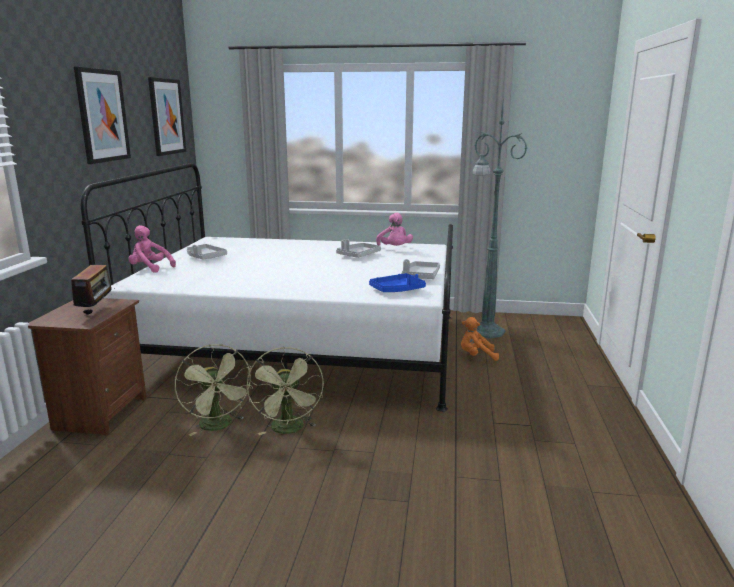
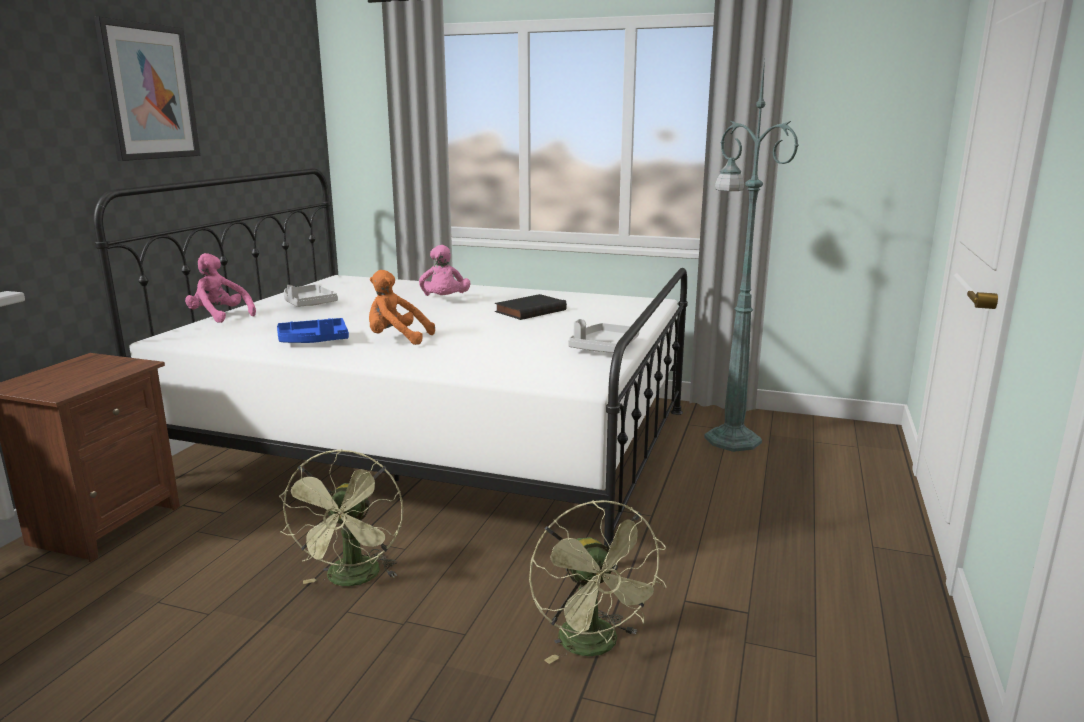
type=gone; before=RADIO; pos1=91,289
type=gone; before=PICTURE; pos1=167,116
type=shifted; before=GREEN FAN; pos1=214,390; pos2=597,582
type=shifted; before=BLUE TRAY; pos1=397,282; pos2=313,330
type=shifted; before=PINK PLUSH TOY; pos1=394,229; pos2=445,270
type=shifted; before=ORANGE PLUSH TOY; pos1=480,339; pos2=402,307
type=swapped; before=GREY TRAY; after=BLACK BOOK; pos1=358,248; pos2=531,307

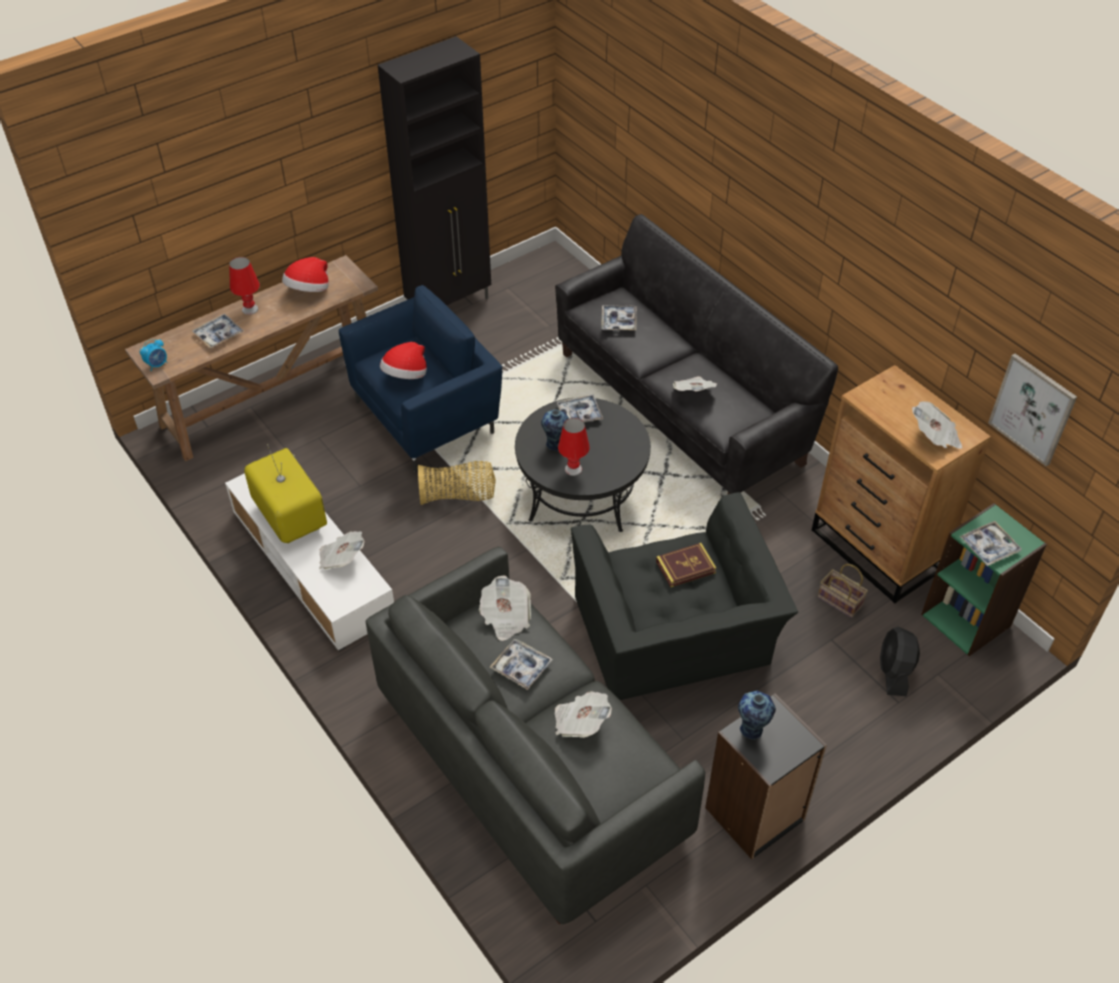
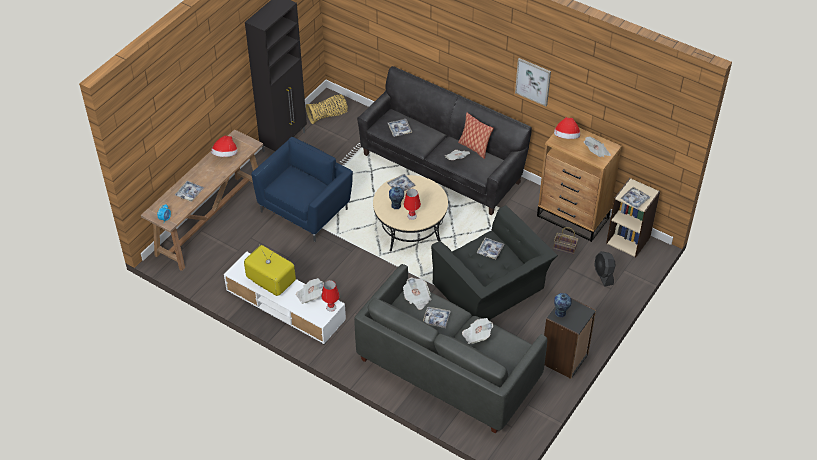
type=new; after=PILLOW; pos2=476,135
type=shifted; before=RED TABLE LAMP; pos1=244,286; pos2=330,296
type=shifted; before=HAT; pos1=403,360; pos2=567,128
type=shifted; before=BASKET; pos1=457,483; pos2=327,109
type=shifted; before=PICTURE; pos1=1032,410; pos2=533,82
type=swapped; before=BOOK; after=TRAY; pos1=686,565; pos2=491,248
type=repainted; before=BLACK COFFEE TABLE; after=BEIGE COFFEE TABLE; pos1=583,465; pos2=410,213
type=repainted; before=GREEN BOOKCASE; after=BEIGE BOOKCASE; pos1=984,579; pos2=633,217

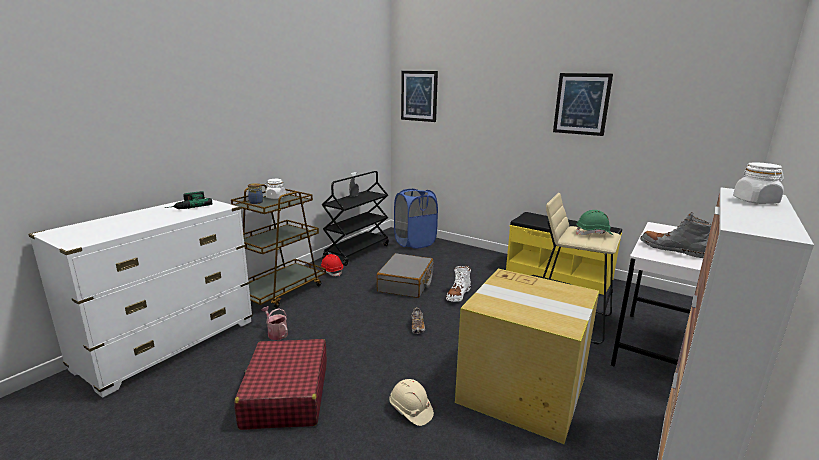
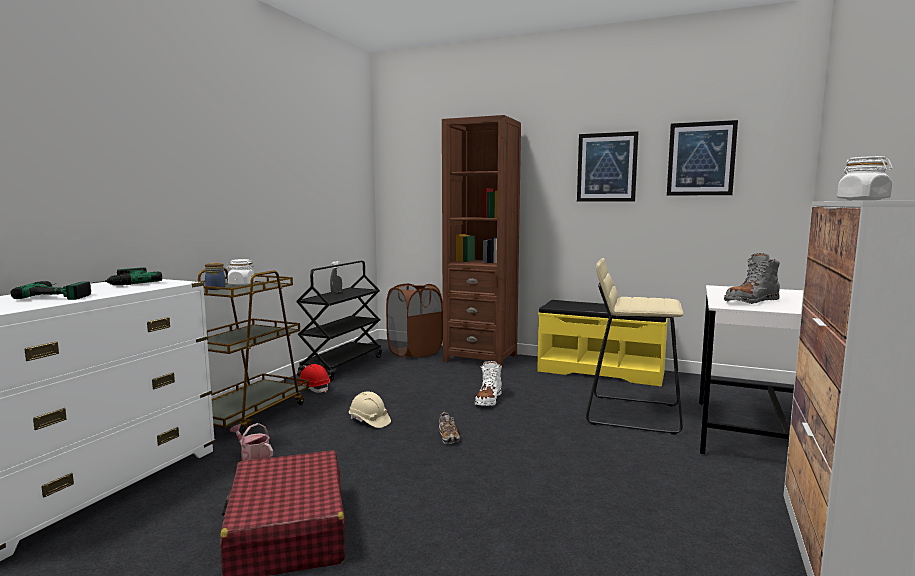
type=gone; before=GREY SUITCASE; pos1=405,275
type=gone; before=CARDBOARD BOX; pos1=527,356
type=gone; before=GREEN HARD HAT; pos1=594,222
type=new; after=POWER DRILL; pos2=51,290
type=new; after=BROWN BOOKCASE; pos2=481,241
type=shifted; before=BEIGE HARD HAT; pos1=411,402; pos2=370,409
type=shifted; before=PICTURE; pos1=419,96; pos2=702,158
type=repainted; before=BLUE LAUNDRY BASKET; after=BROWN LAUNDRY BASKET; pos1=416,218; pos2=414,320
type=rotated; before=GREY BOOT; pos1=676,235; pos2=752,278; turn=-60

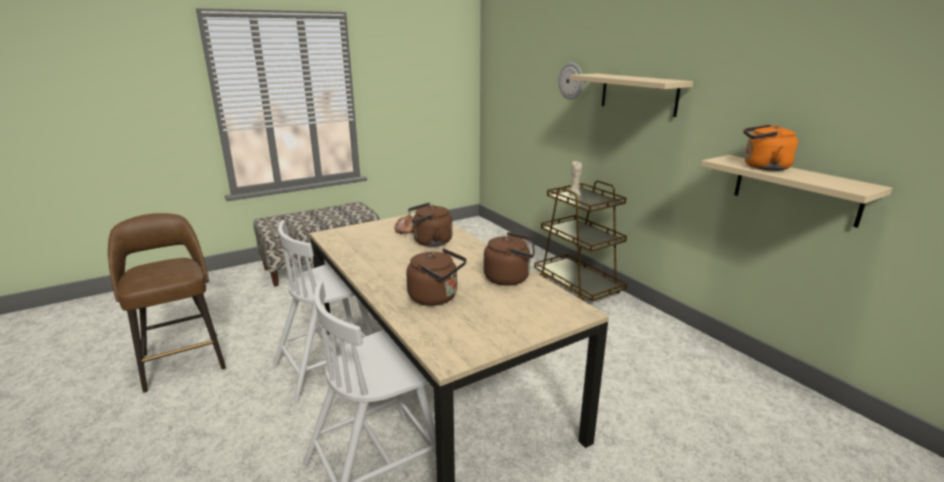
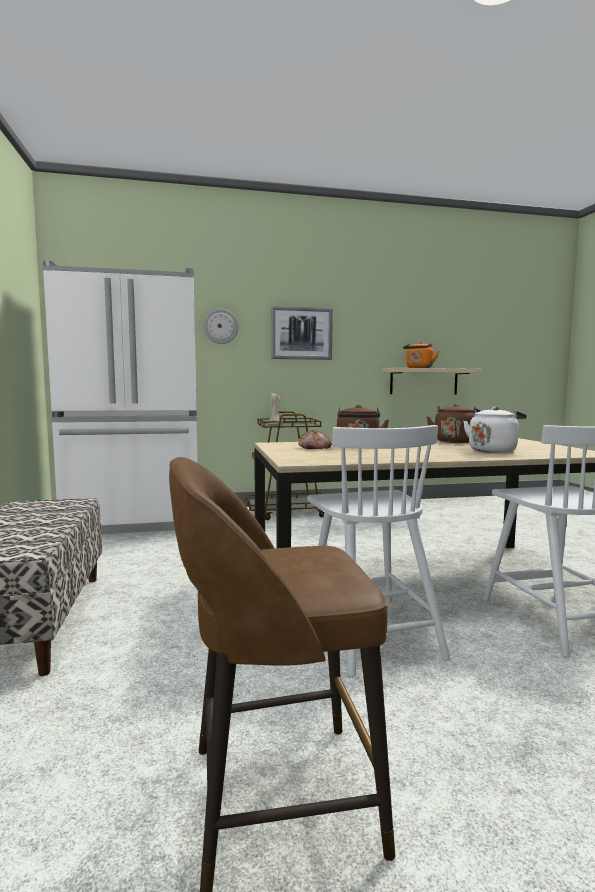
type=new; after=WHITE FRIDGE; pos2=120,397
type=swapped; before=BEIGE SHELF; after=PICTURE; pos1=631,95; pos2=302,333
type=repainted; before=BROWN KETTLE; after=WHITE KETTLE; pos1=436,277; pos2=495,430

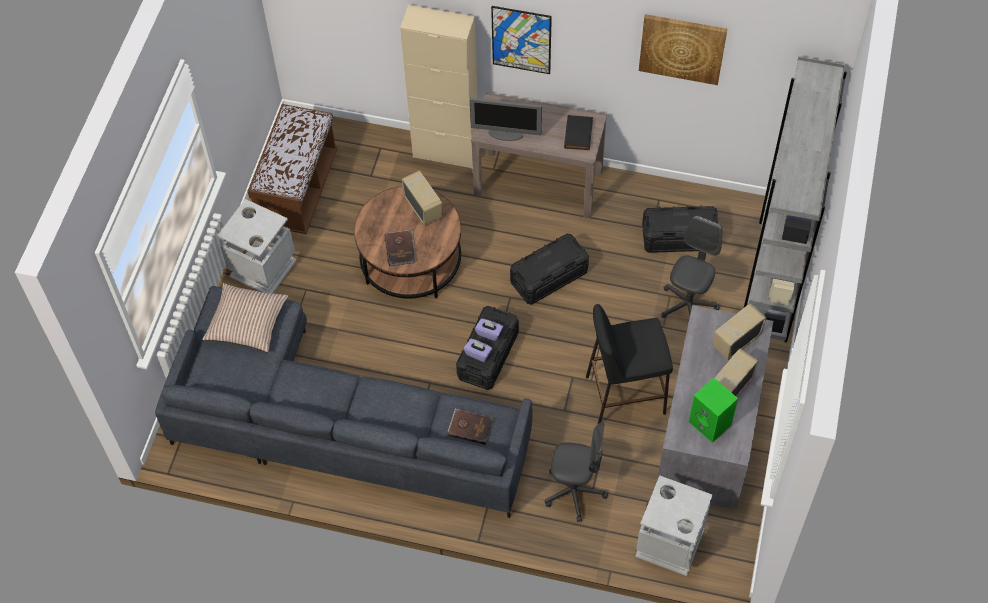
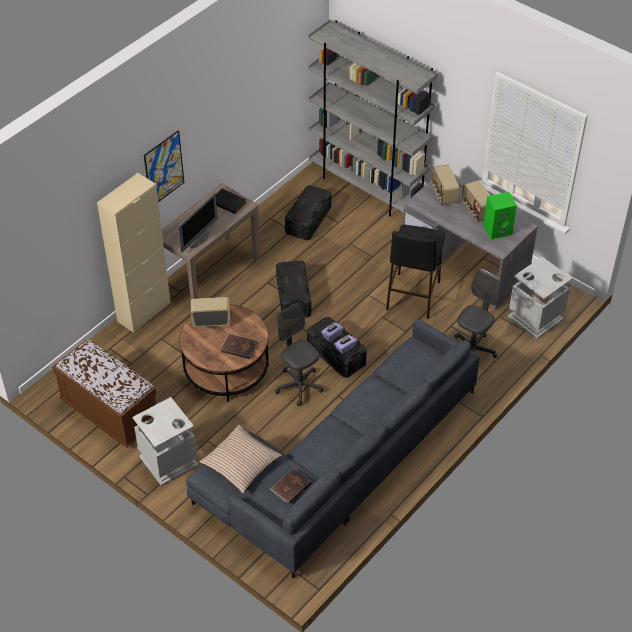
type=gone; before=PICTURE; pos1=683,49
type=shifted; before=BROWN BOOK; pos1=471,427; pos2=291,486
type=shifted; before=GREY OFFICE CHAIR; pos1=691,266; pos2=299,354

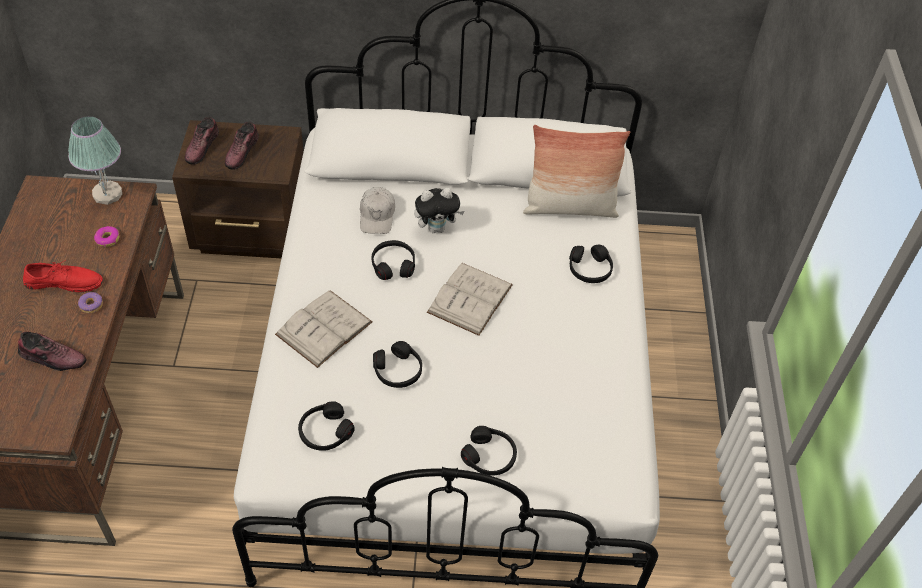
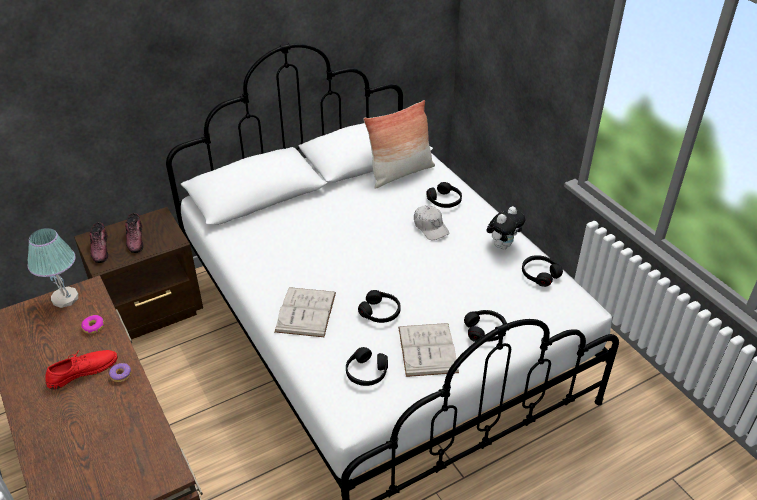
type=gone; before=SHOE; pos1=52,351
type=shifted; before=WHITE CAP; pos1=377,210; pos2=432,222
type=shifted; before=BLACK HEADPHONES; pos1=393,260; pos2=542,271
type=shifted; before=PLUSH TOY; pos1=439,210; pos2=505,228
type=shifted; before=WHITE BOOK; pos1=470,299; pos2=428,350

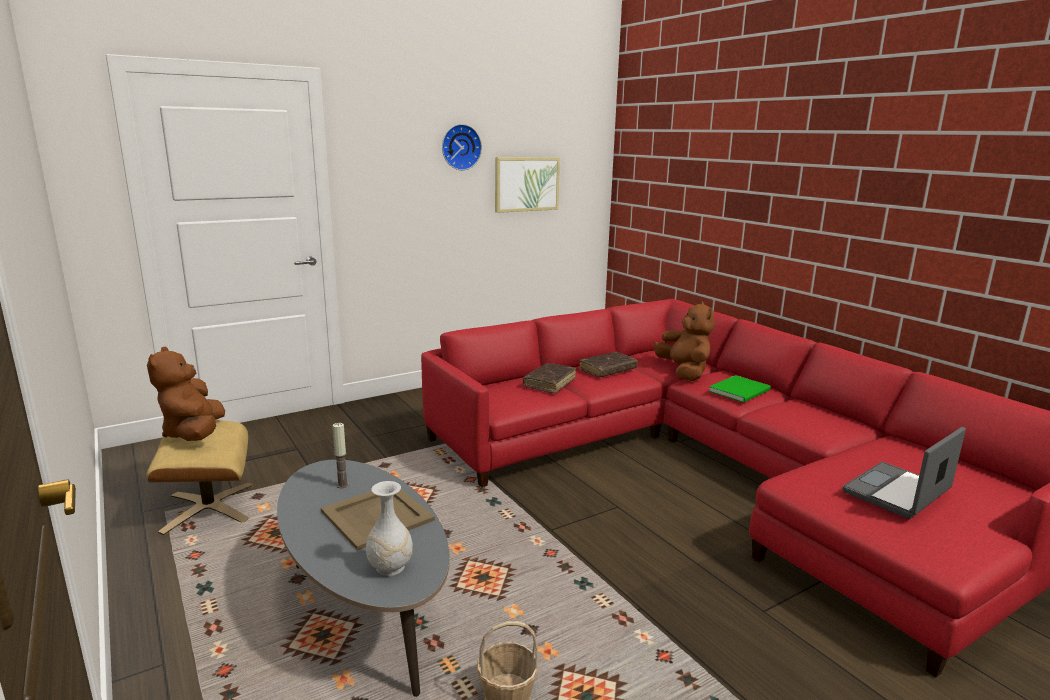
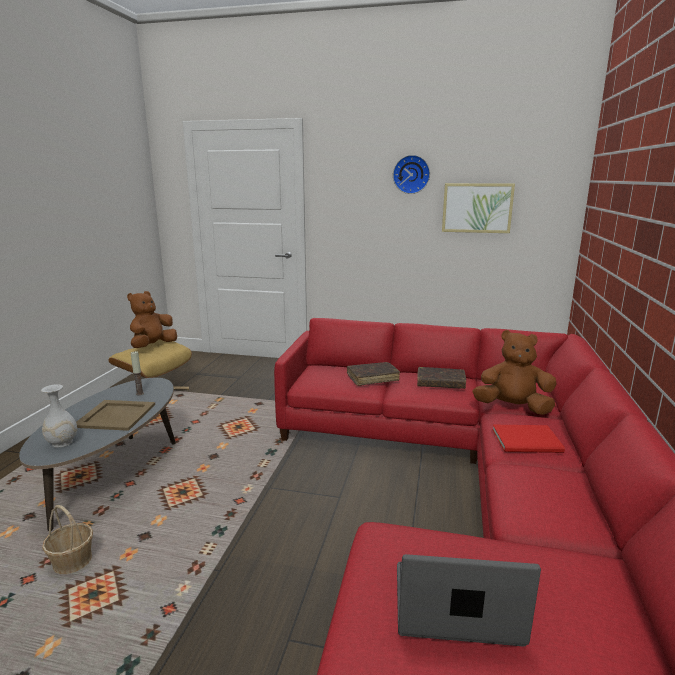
type=repainted; before=GREEN BOOK; after=RED BOOK; pos1=740,388; pos2=528,439
type=rotated; before=BROWN PLUSH TOY; pos1=684,341; pos2=514,372; turn=-105

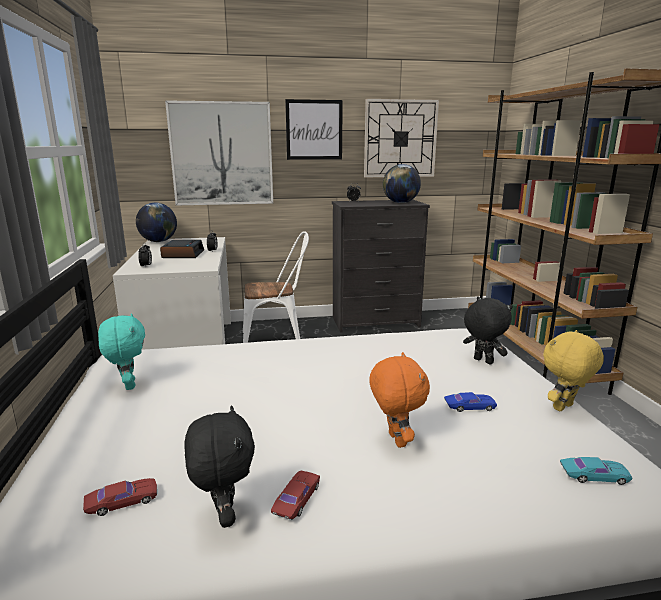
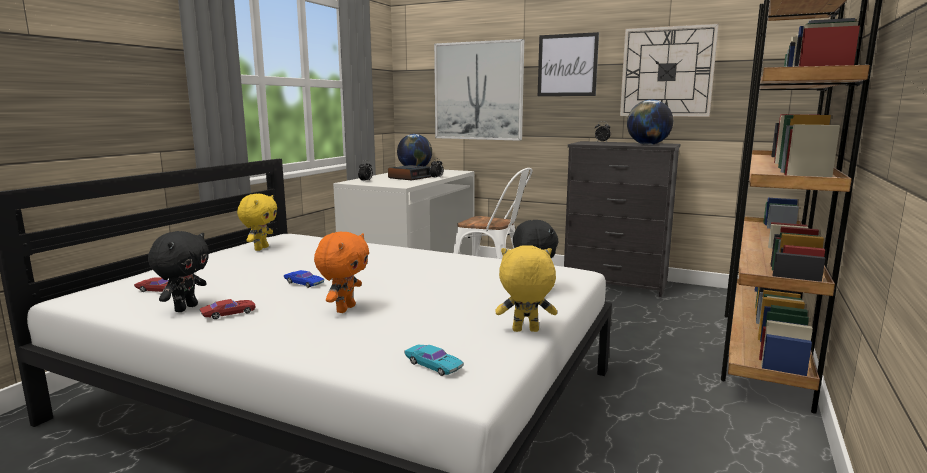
type=shifted; before=BLUE TOY CAR; pos1=470,402; pos2=304,279
type=repainted; before=TURQUOISE PLUSH TOY; after=YELLOW PLUSH TOY; pos1=121,351; pos2=257,222

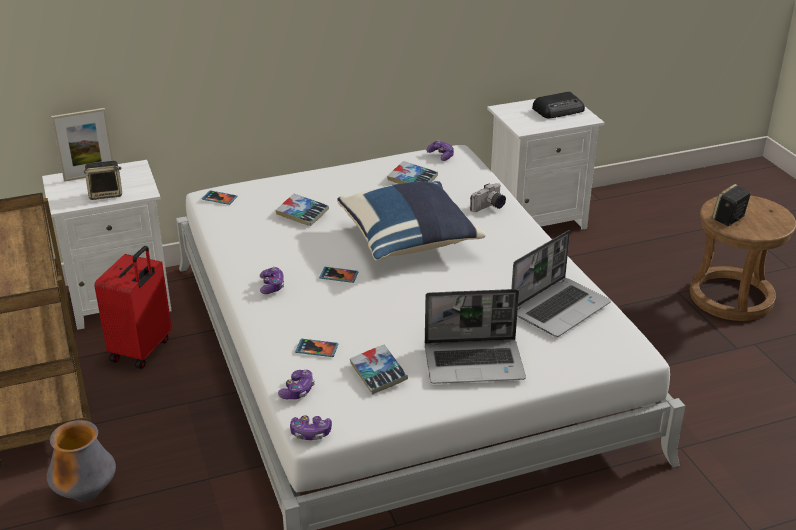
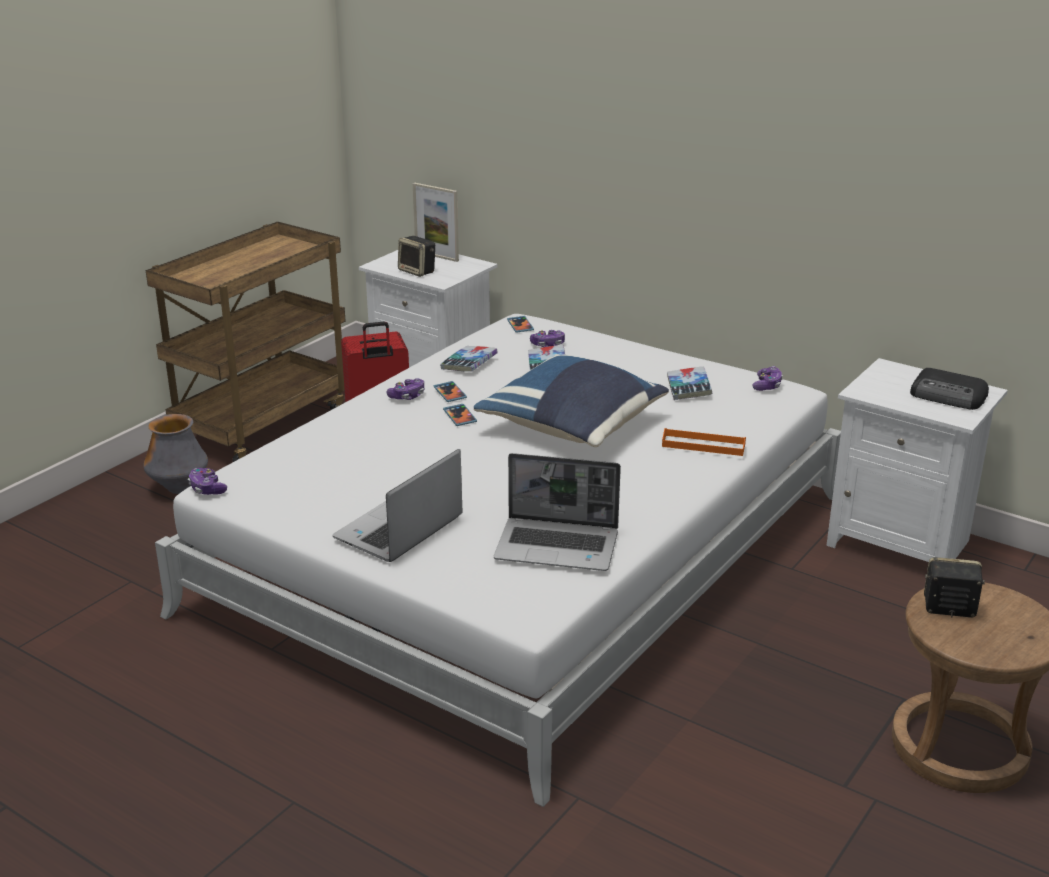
type=shifted; before=GAME CONTROLLER; pos1=296,384; pos2=547,338
type=shifted; before=PHONE; pos1=316,348; pos2=450,391
type=shifted; before=BOOK; pos1=379,369; pos2=469,359
type=swapped; before=PHOTO CAMERA; after=ORANGE TRAY; pos1=488,197; pos2=704,442
type=rotated; before=LAPTOP; pos1=475,336; pos2=397,505; turn=75

